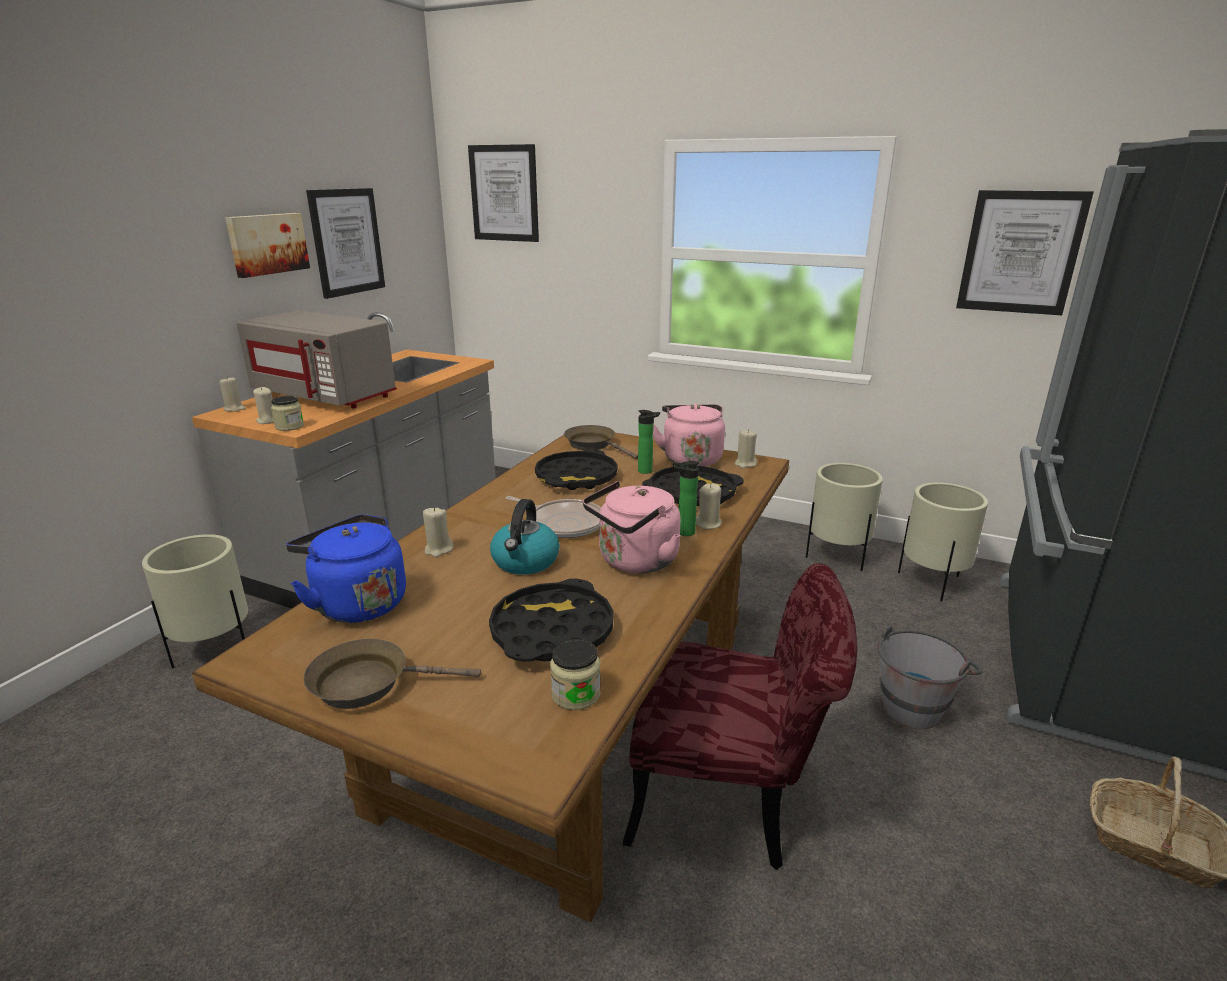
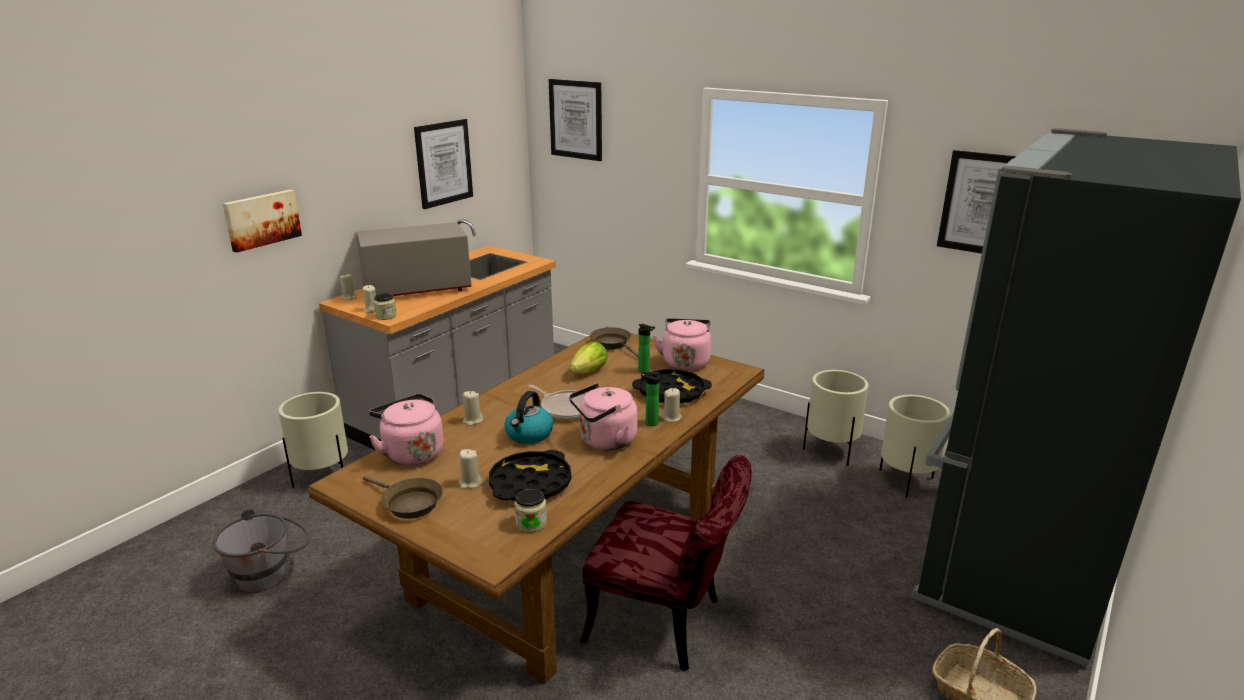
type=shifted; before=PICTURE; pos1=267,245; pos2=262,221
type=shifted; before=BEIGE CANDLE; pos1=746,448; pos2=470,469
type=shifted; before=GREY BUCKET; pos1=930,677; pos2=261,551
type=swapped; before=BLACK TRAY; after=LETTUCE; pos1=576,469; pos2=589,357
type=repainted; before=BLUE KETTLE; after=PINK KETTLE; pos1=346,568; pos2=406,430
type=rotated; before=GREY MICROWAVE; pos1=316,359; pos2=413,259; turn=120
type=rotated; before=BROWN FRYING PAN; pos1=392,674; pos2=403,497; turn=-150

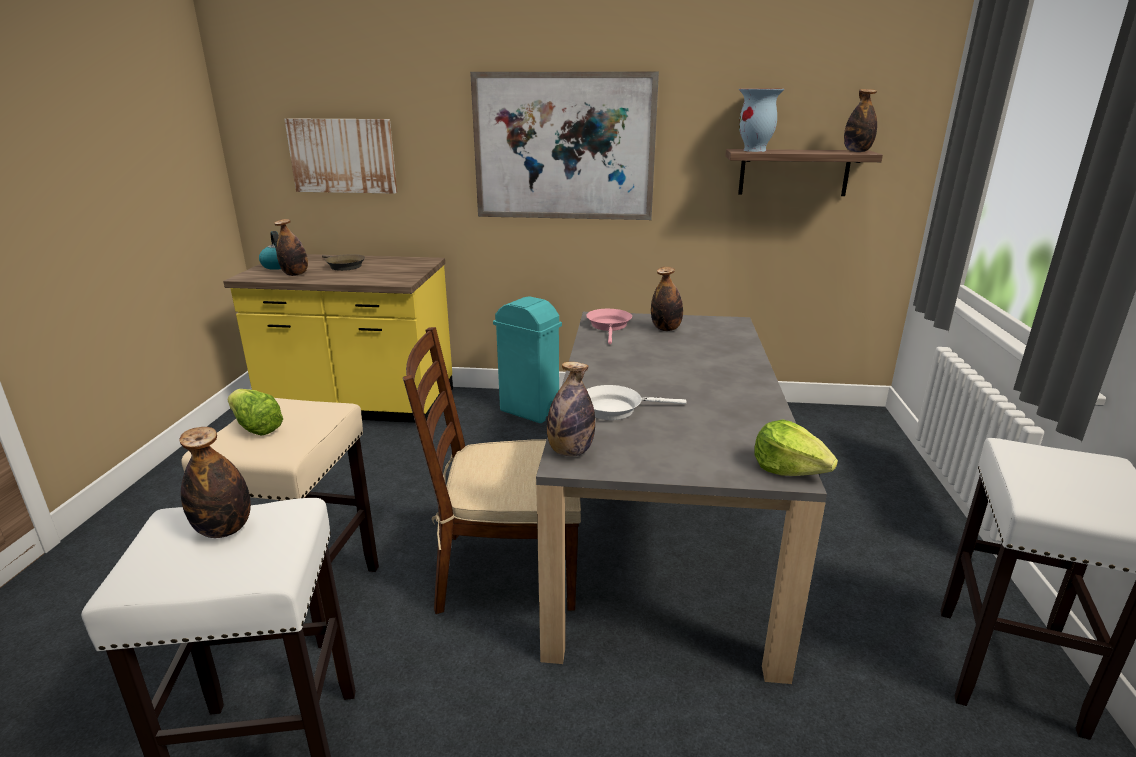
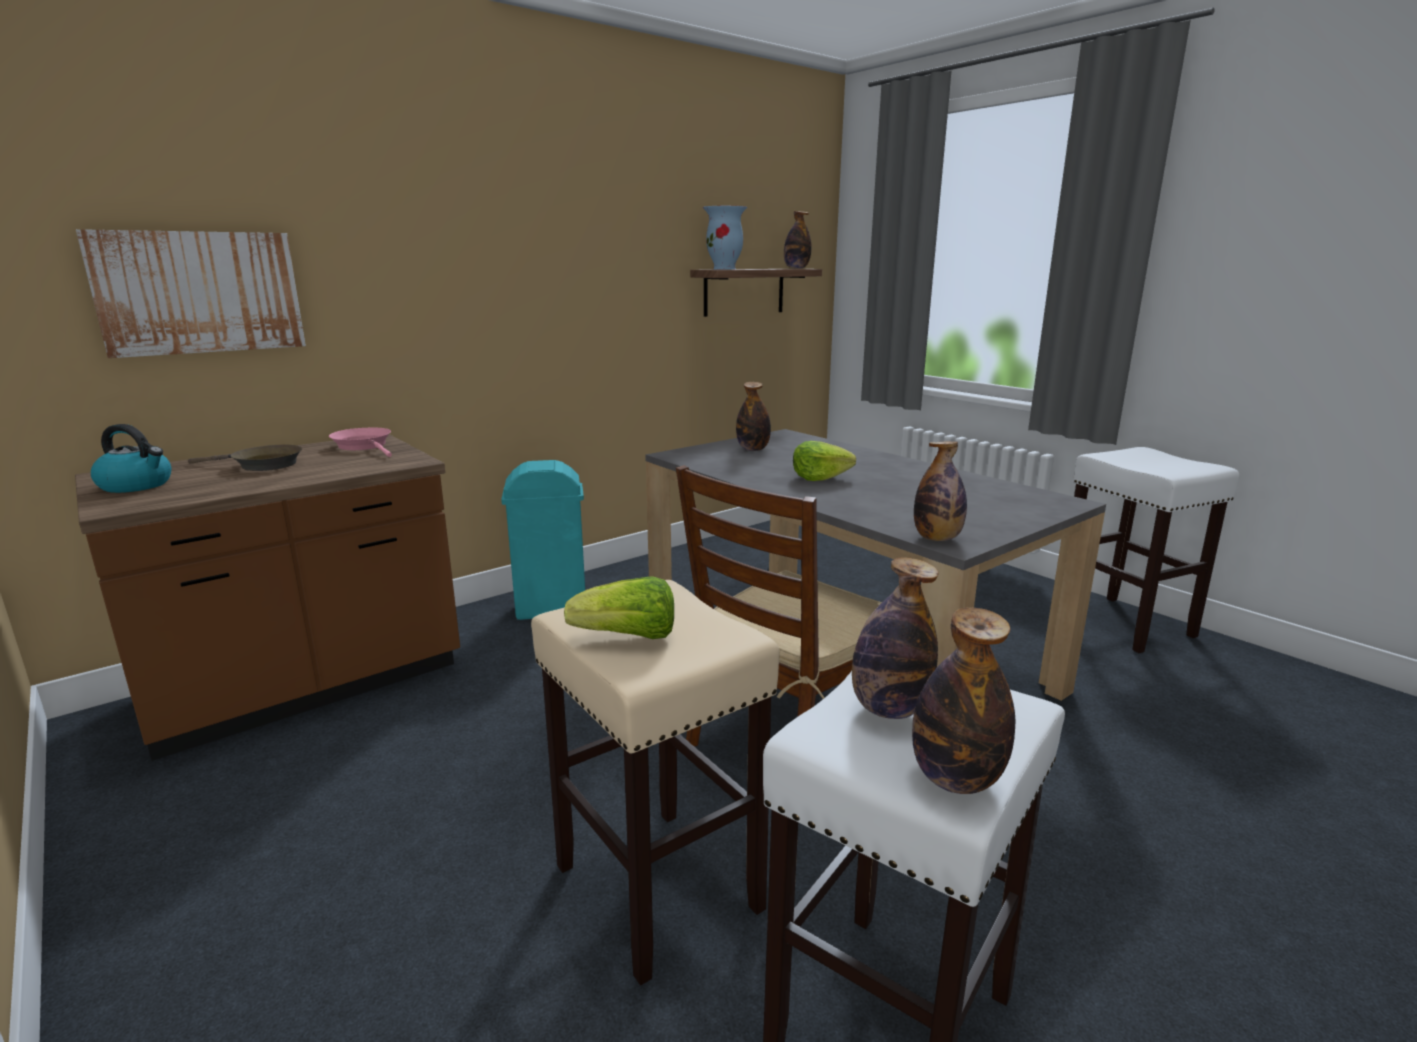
type=gone; before=PICTURE; pos1=564,145
type=gone; before=WHITE FRYING PAN; pos1=636,402
type=shifted; before=BOTTLE; pos1=291,247; pos2=963,701
type=shifted; before=PINK FRYING PAN; pos1=609,327; pos2=360,442
type=shifted; before=LETTUCE; pos1=796,448; pos2=824,461
type=repainted; before=YELLOW COUNTER; after=BROWN COUNTER; pos1=338,338; pos2=267,597

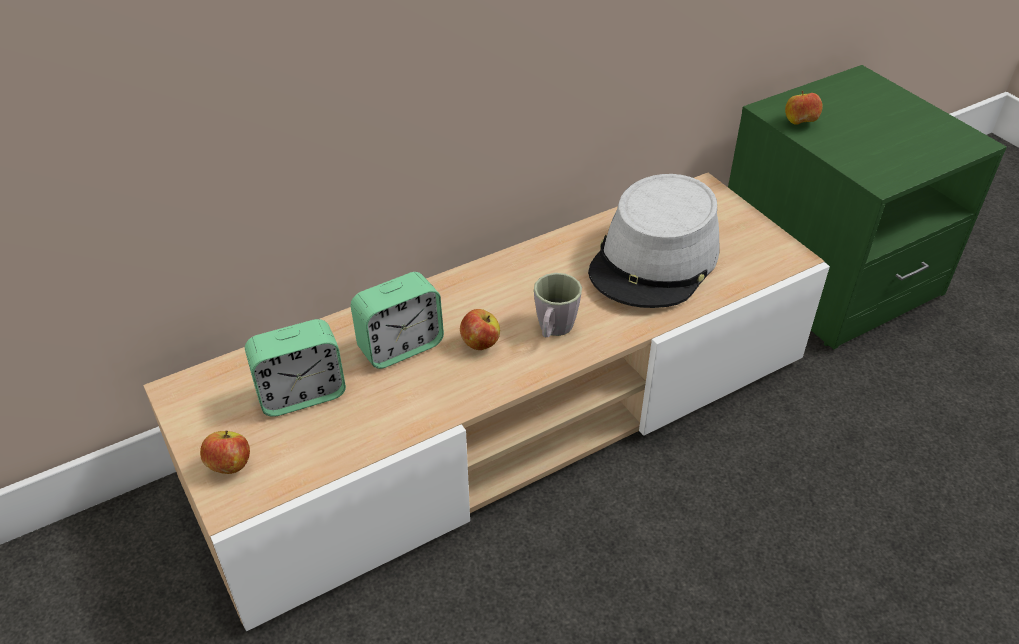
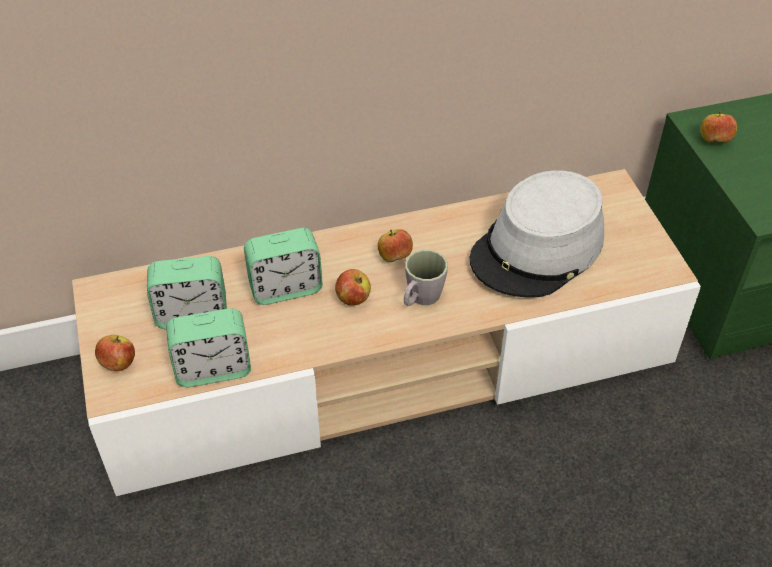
type=new; after=ALARM CLOCK; pos2=208,347
type=new; after=APPLE; pos2=395,246

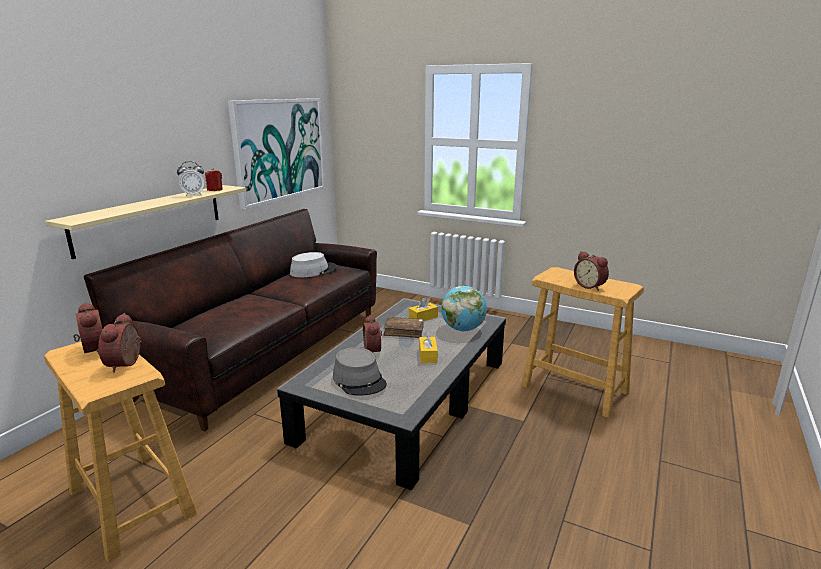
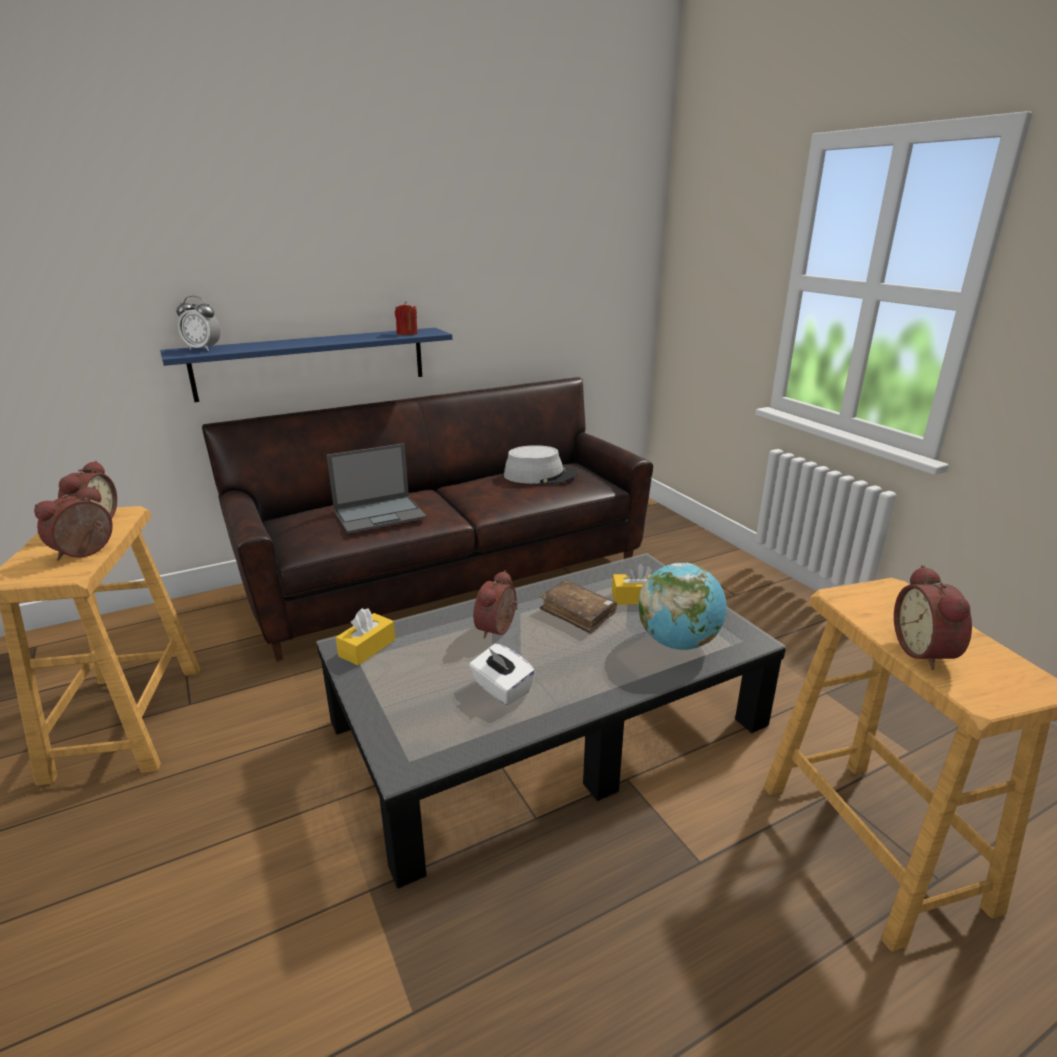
type=gone; before=PICTURE; pos1=276,153
type=gone; before=GREY HAT; pos1=360,371
type=new; after=LAPTOP; pos2=377,488
type=new; after=WHITE TISSUE BOX; pos2=502,674
type=shifted; before=ALARM CLOCK; pos1=191,178; pos2=198,323
type=shifted; before=YELLOW TISSUE BOX; pos1=428,347; pos2=366,637
type=repainted; before=BEIGE SHELF; after=BLUE SHELF; pos1=145,222; pos2=306,365

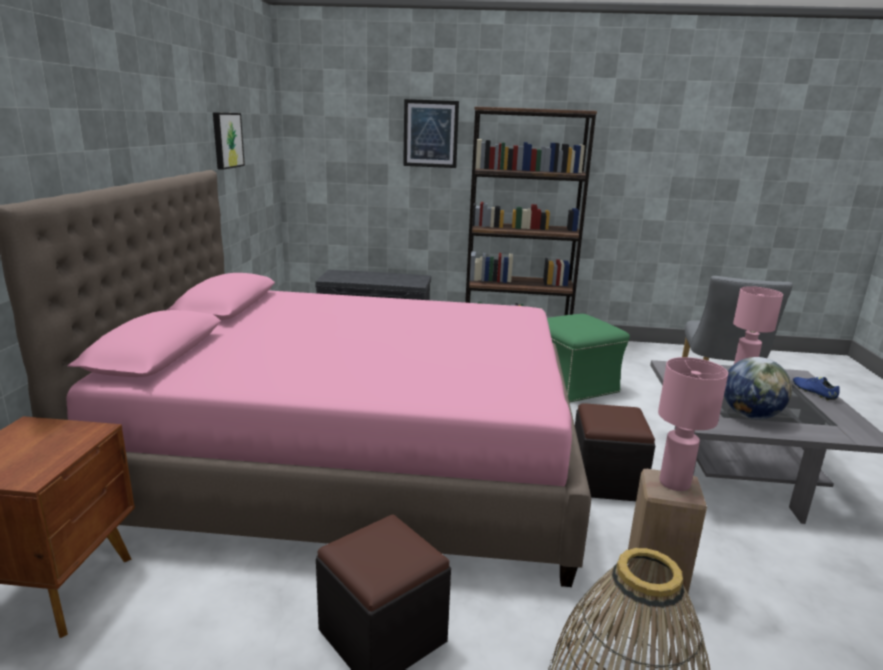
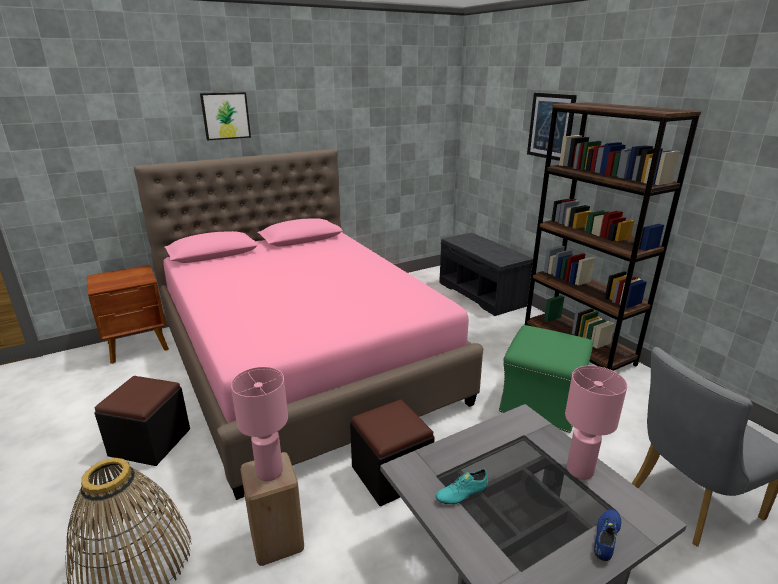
type=shifted; before=PICTURE; pos1=229,141; pos2=225,116
type=swapped; before=GLOBE; after=TURQUOISE SHOE; pos1=758,388; pos2=462,486

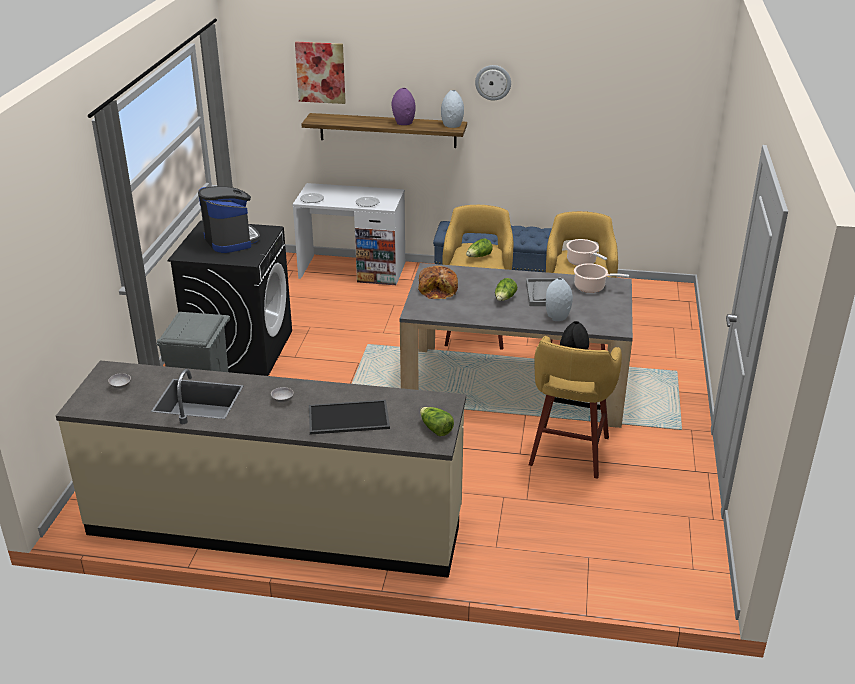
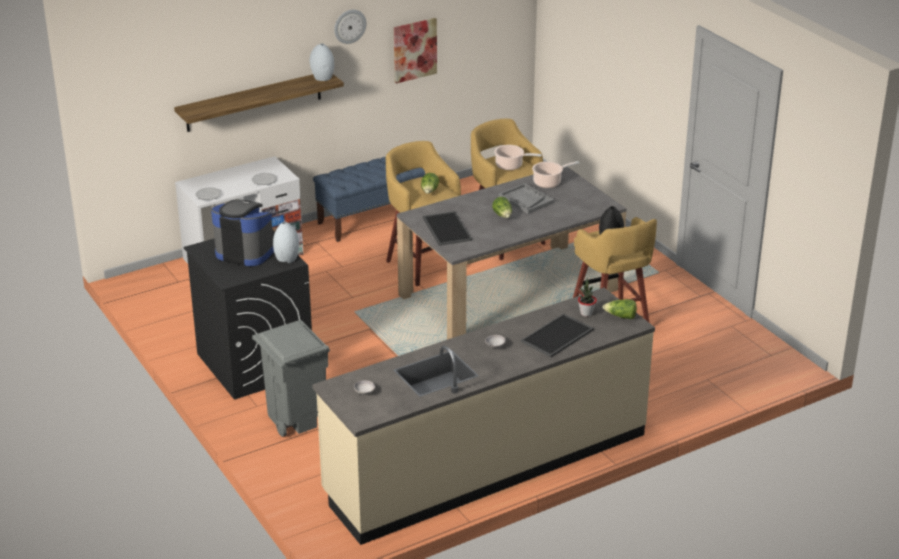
type=gone; before=PURPLE VASE; pos1=404,106
type=new; after=POTTED PLANT; pos2=587,297
type=shifted; before=PICTURE; pos1=320,73; pos2=415,50
type=shifted; before=GREY VASE; pos1=559,299; pos2=286,242
type=swapped; before=BREAD; after=TRAY; pos1=438,282; pos2=447,228

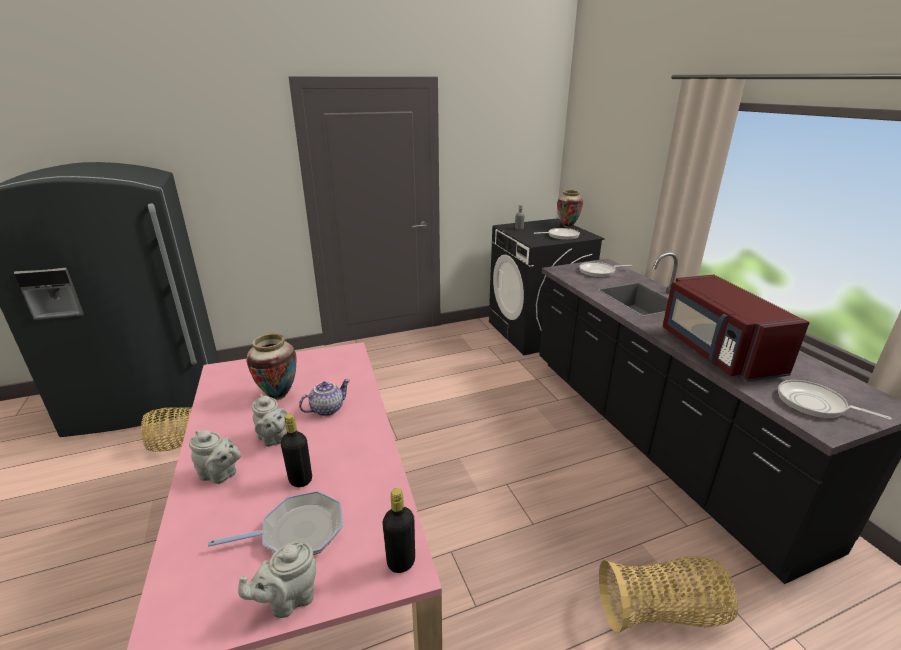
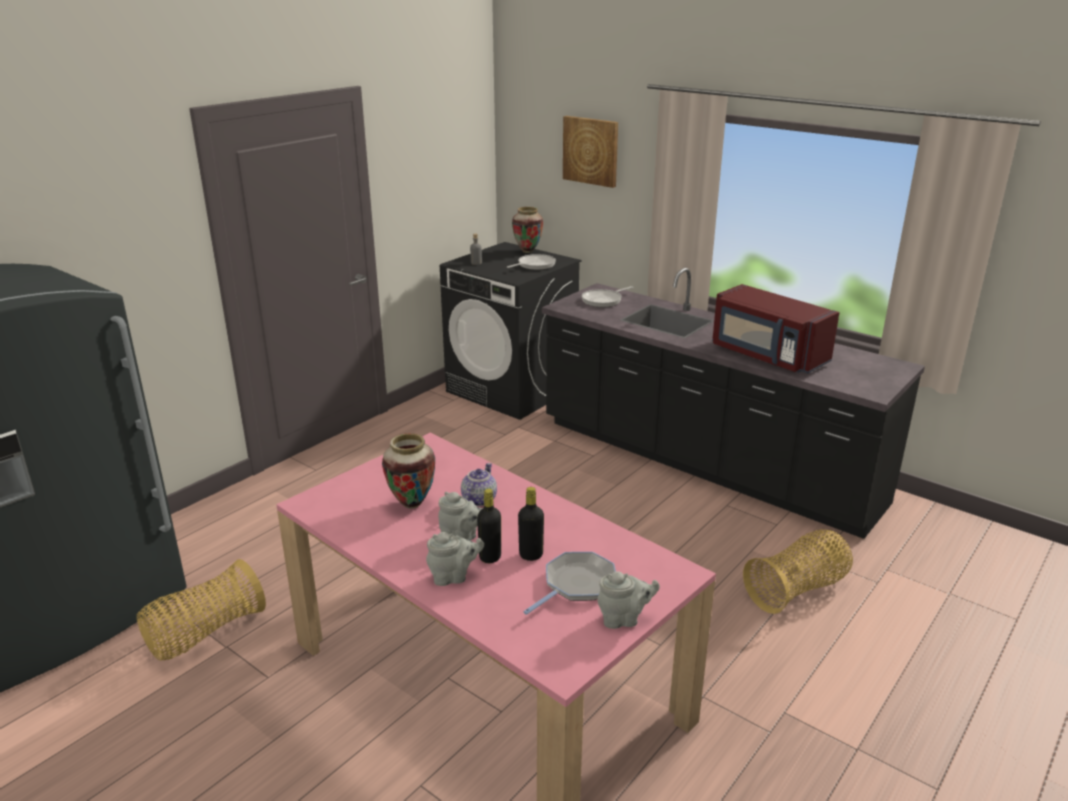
type=gone; before=FRYING PAN; pos1=835,400
type=new; after=PICTURE; pos2=590,152
type=shifted; before=BLACK BOTTLE; pos1=399,530; pos2=489,526
type=rotated; before=GREY TEAPOT; pos1=277,579; pos2=628,600; turn=-120

